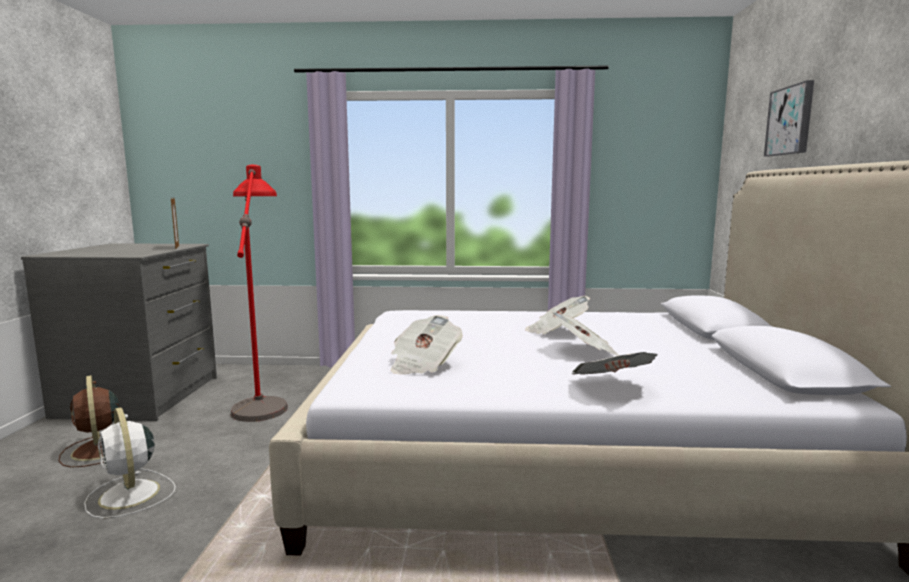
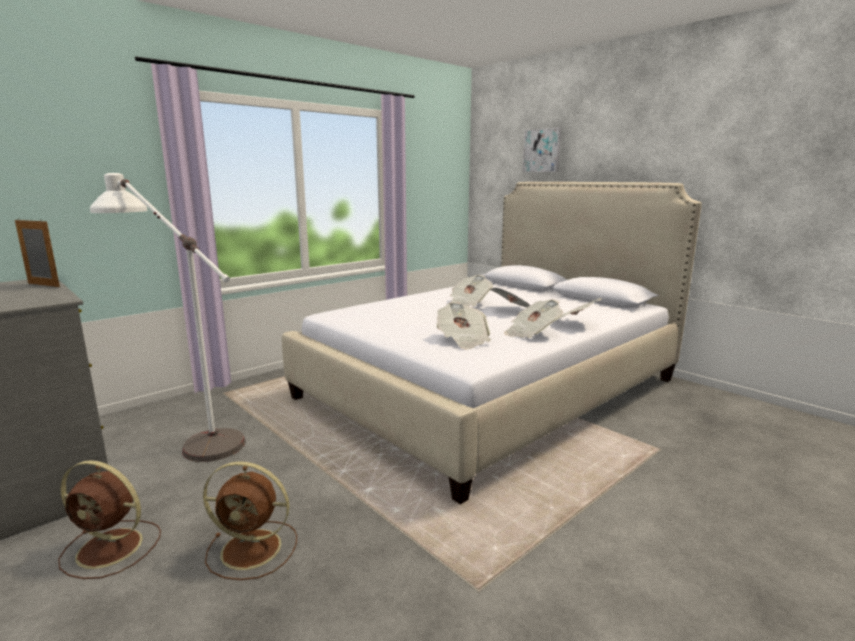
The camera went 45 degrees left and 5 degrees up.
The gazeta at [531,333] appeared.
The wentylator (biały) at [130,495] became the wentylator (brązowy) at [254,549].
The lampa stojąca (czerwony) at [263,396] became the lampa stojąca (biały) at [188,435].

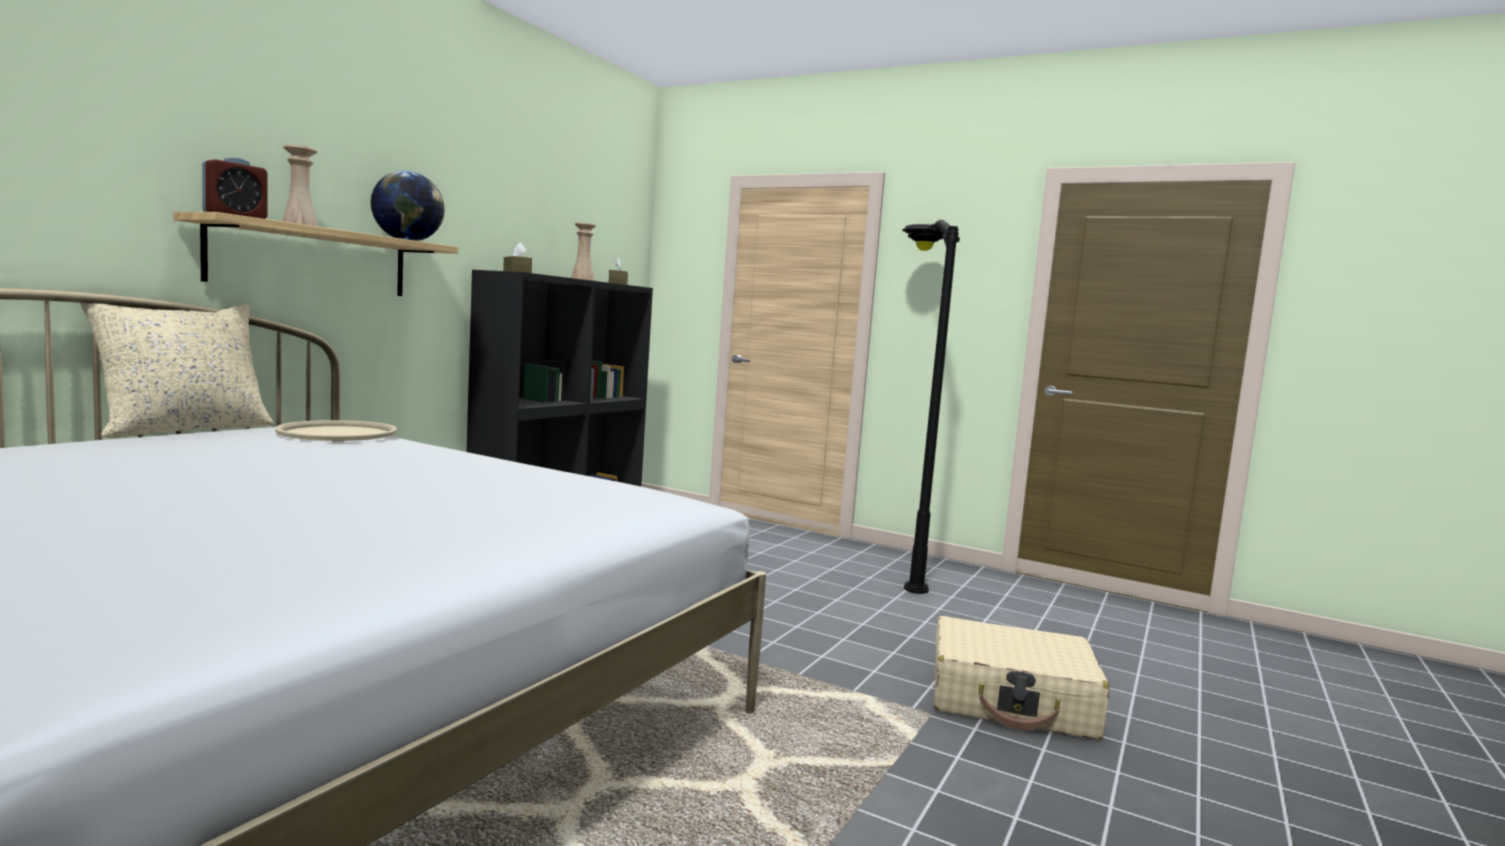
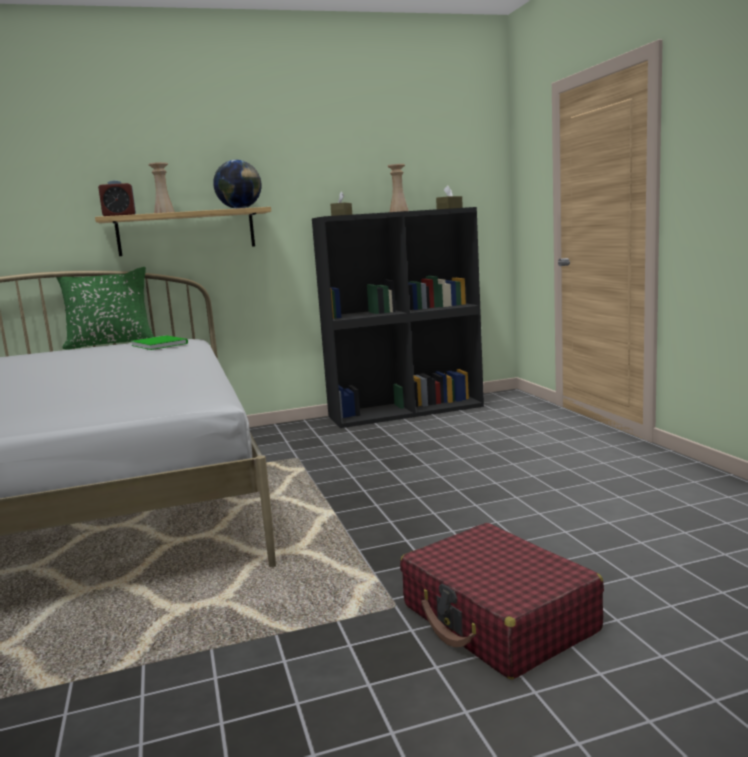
The camera went 45 degrees right and 5 degrees up.
The lampa stojąca (czarny) at [899,566] disappeared.
The taca (beżowy) at [337,433] was replaced by the książka (zielony) at [160,344].
The poduszka (beżowy) at [184,430] became the poduszka (zielony) at [111,343].
The walizka (beżowy) at [1011,700] became the walizka (czerwony) at [498,619].

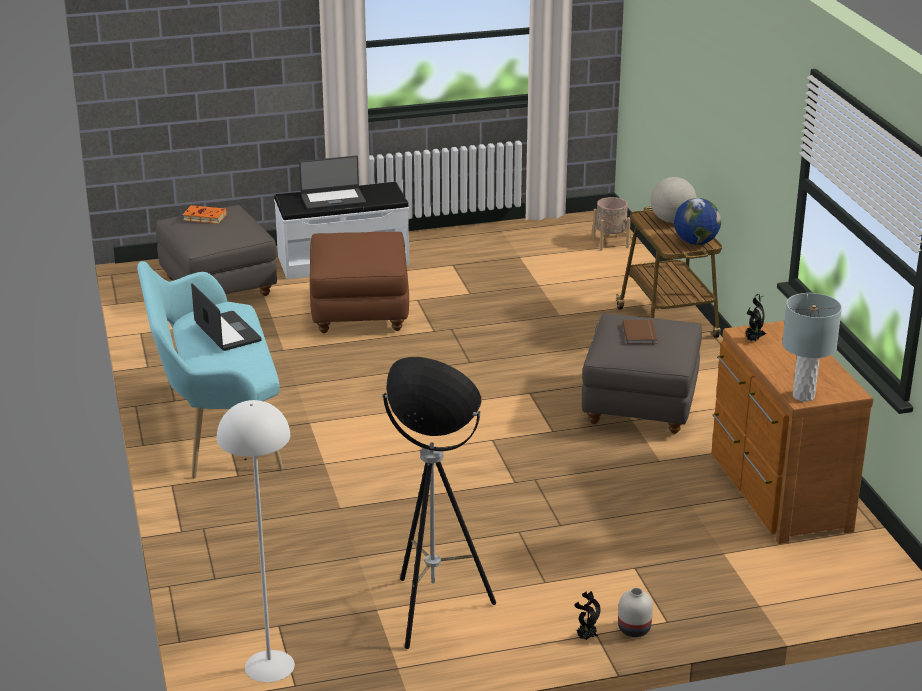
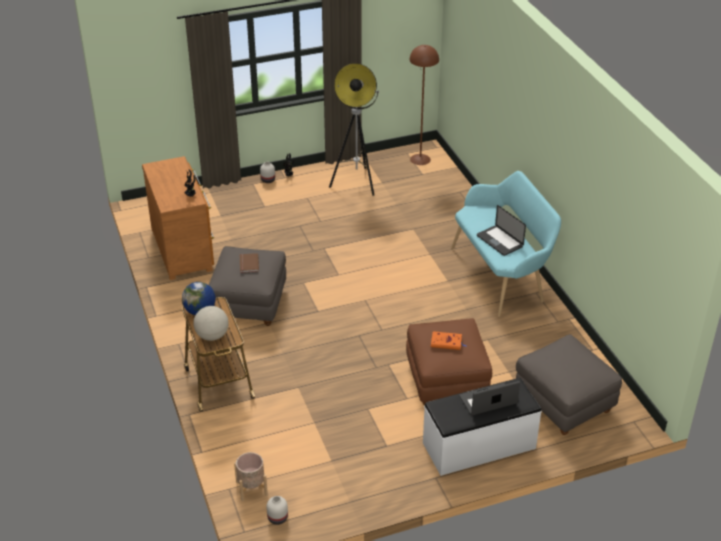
The camera went 175 degrees right and 10 degrees up.
The lampa stołowa (szary) at [804,396] disappeared.
The wazon (biały) at [277,518] appeared.
The książka (pomarańczowy) moved from [203,217] to [447,342].
The lampa stojąca (biały) at [269,666] became the lampa stojąca (brązowy) at [420,159].

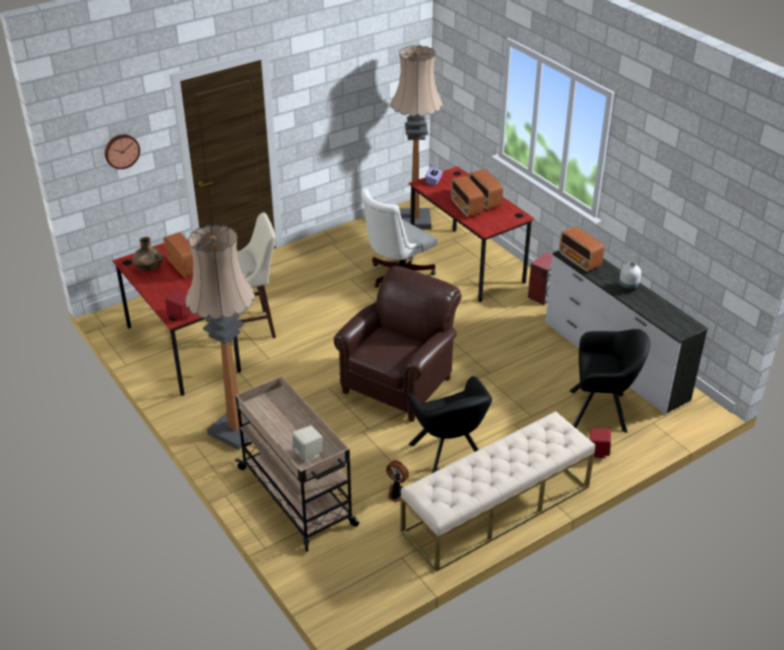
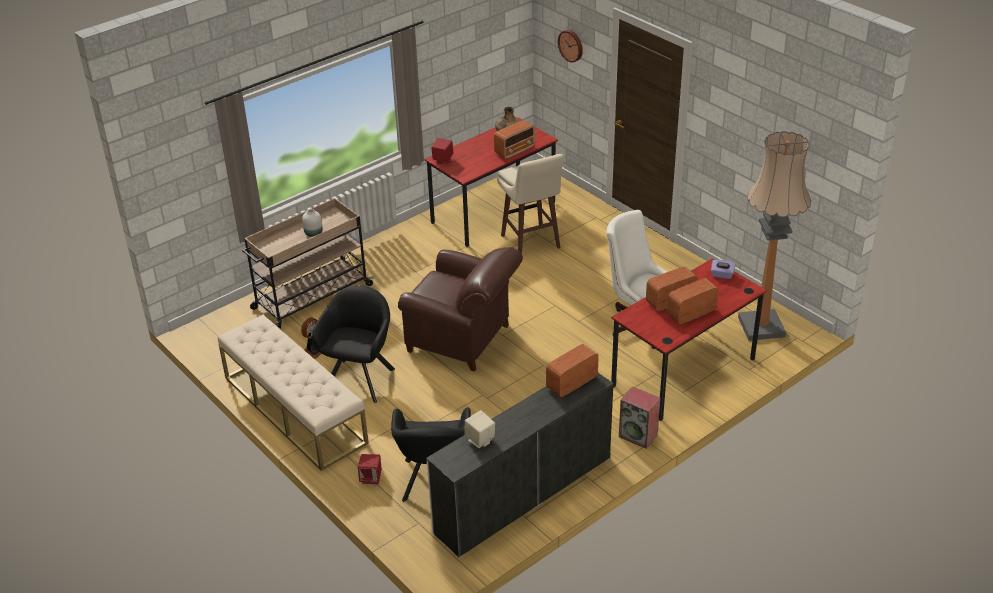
The camera went 85 degrees right and 0 degrees up.
The lampa stojąca at [236,430] disappeared.
The głośnik (beżowy) moved from [308,454] to [480,440].
The wazon (biały) moved from [627,287] to [314,233].
The fotel (czarny) at [449,457] turned 135 degrees clockwise.

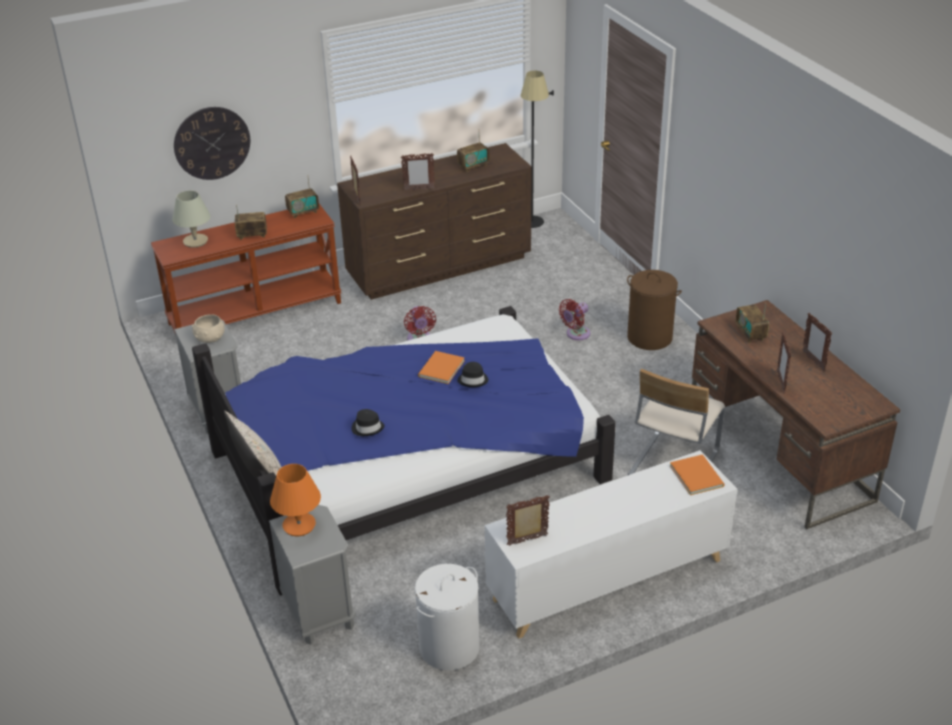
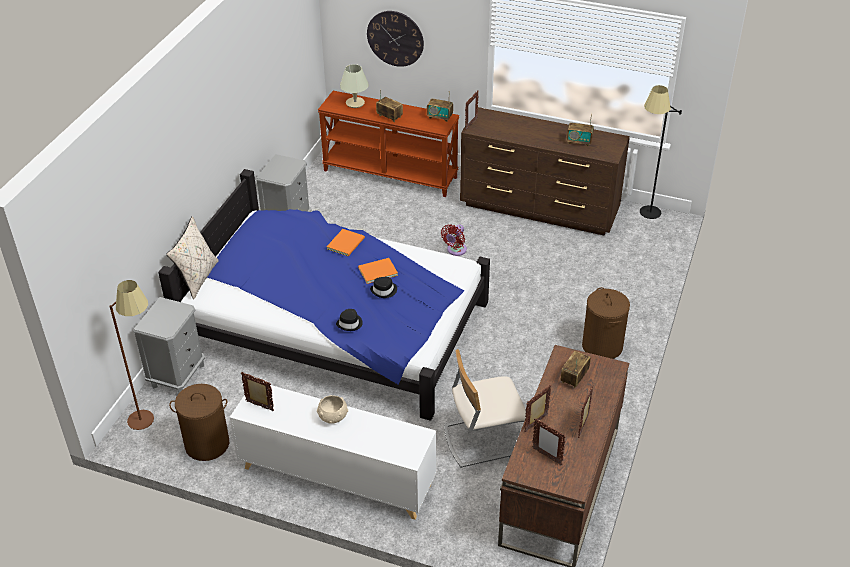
The camera went 45 degrees right and 5 degrees up.
The lampa stołowa (pomarańczowy) at [298,525] disappeared.
The wentylator (czerwony) at [576,334] disappeared.
The lampa stojąca (brązowy) at [152,421] appeared.
The miska (beżowy) moved from [210,338] to [332,416].
The kapelusz (czarny) moved from [367,427] to [350,323].
The ramka na zdjęcie moved from [419,189] to [547,456].
The książka (pomarańczowy) moved from [697,475] to [347,243].
The kosz na pranie (biały) at [449,648] became the kosz na pranie (brązowy) at [206,444].

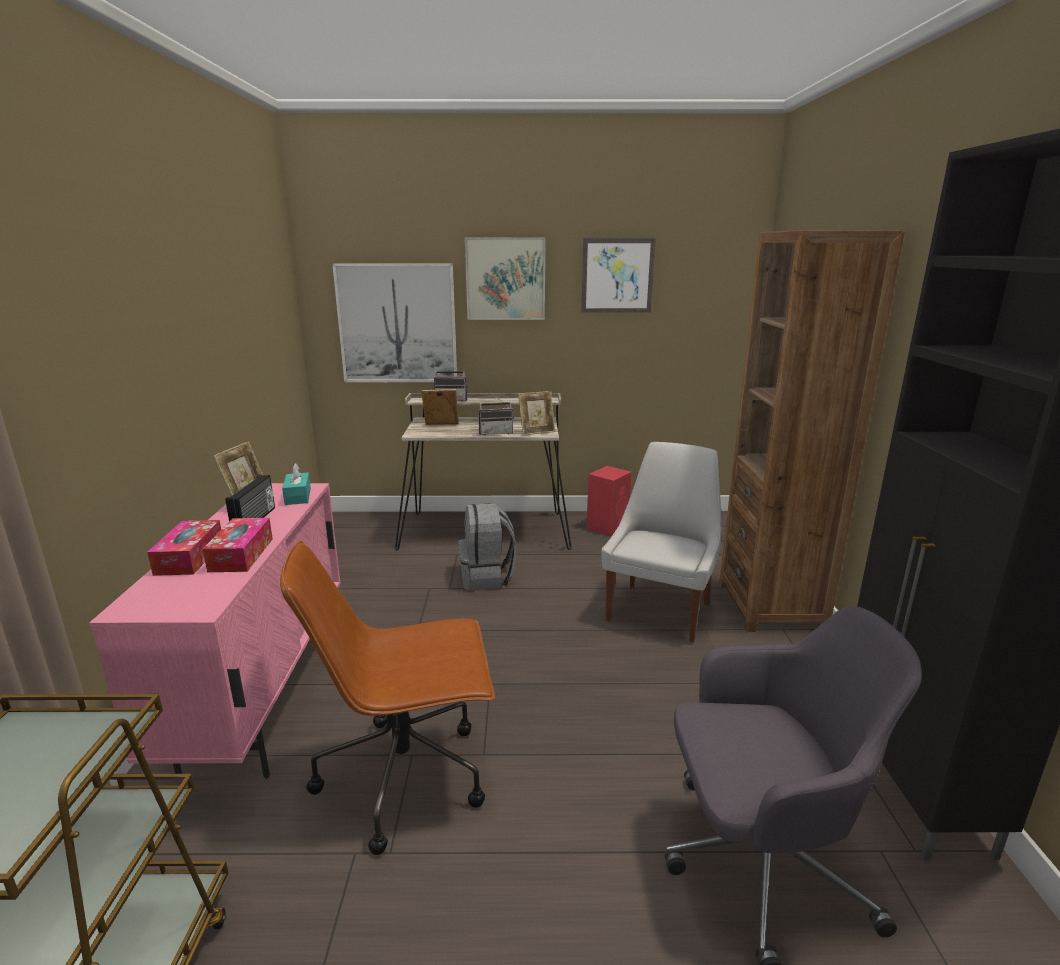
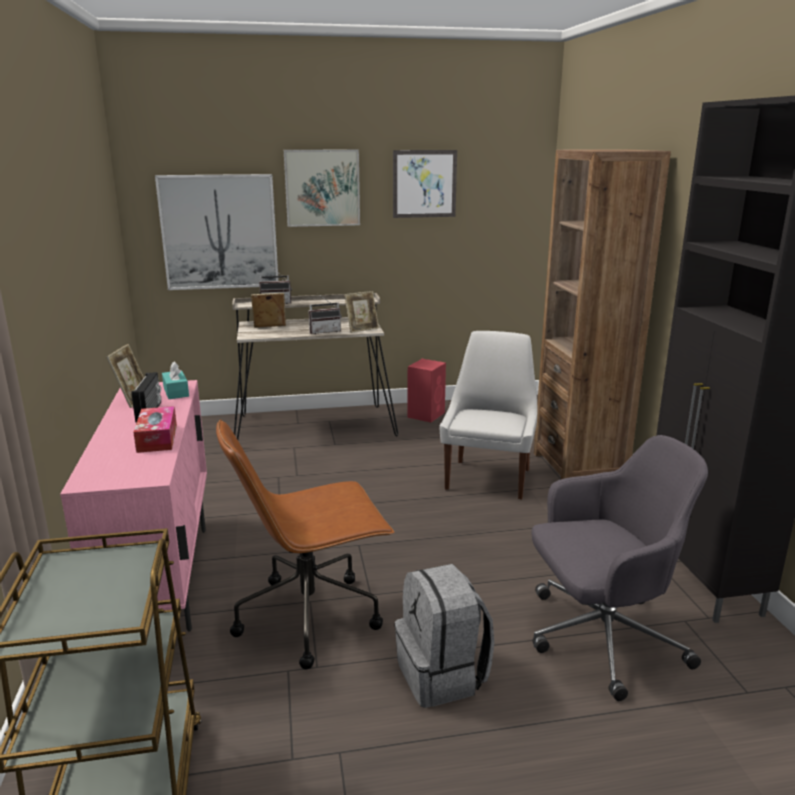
The camera went 10 degrees left and 0 degrees up.
The pudełko chusteczek at [190,557] disappeared.
The plecak (szary) moved from [487,577] to [442,675].

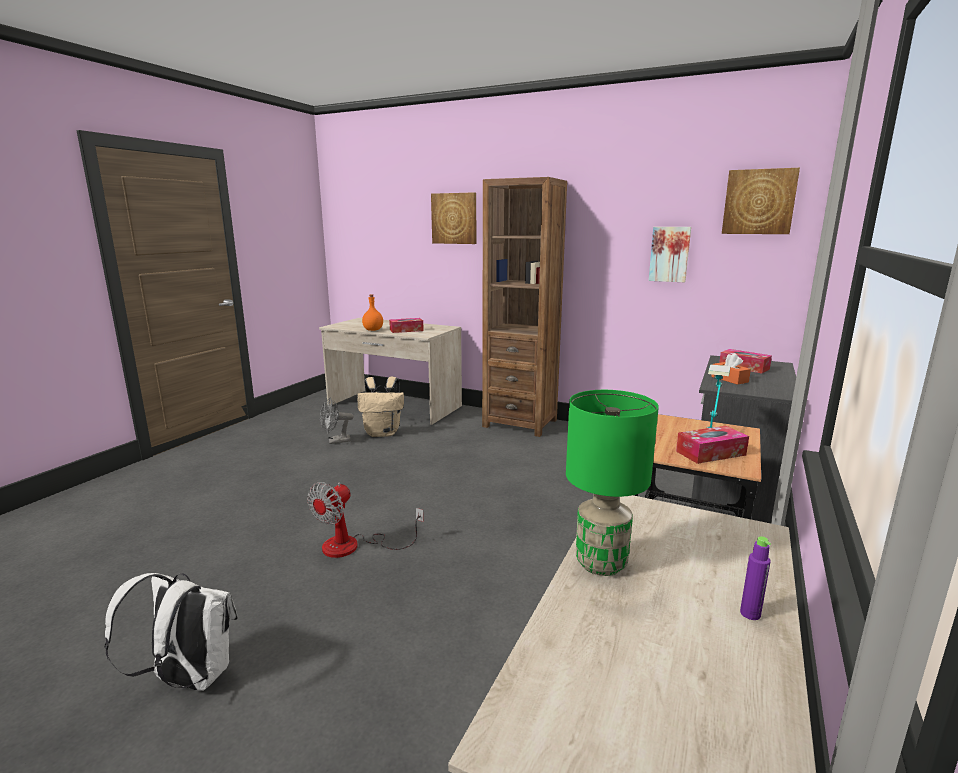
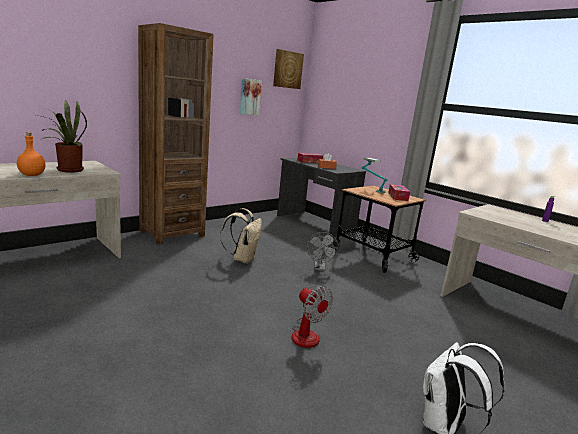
The camera went 70 degrees left and 0 degrees up.
The obraz at [454,218] disappeared.
The lampa stołowa (zielony) at [600,564] disappeared.
The wentylator (szary) moved from [335,441] to [319,268].
The plecak (beżowy) moved from [383,433] to [242,259].
The pudełko chusteczek at [406,330] was replaced by the roślina doniczkowa at [67,170].

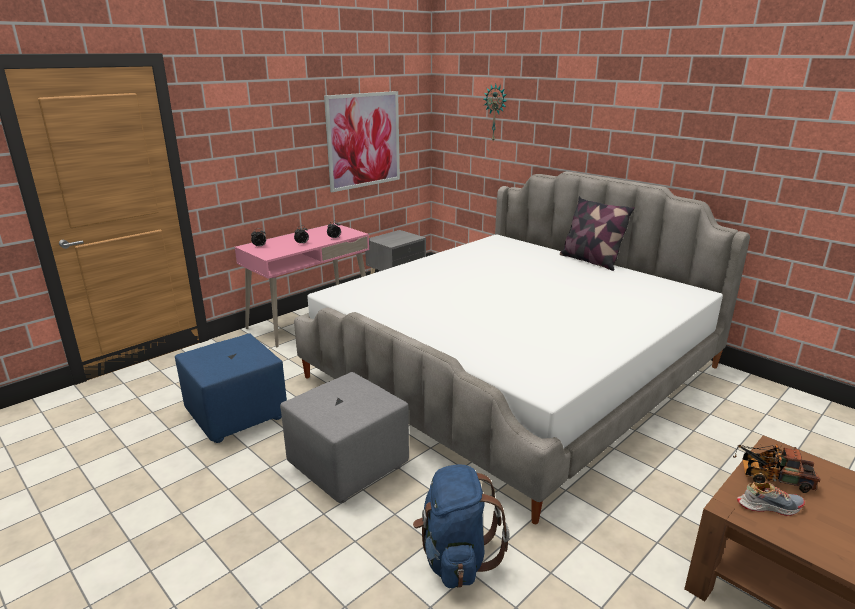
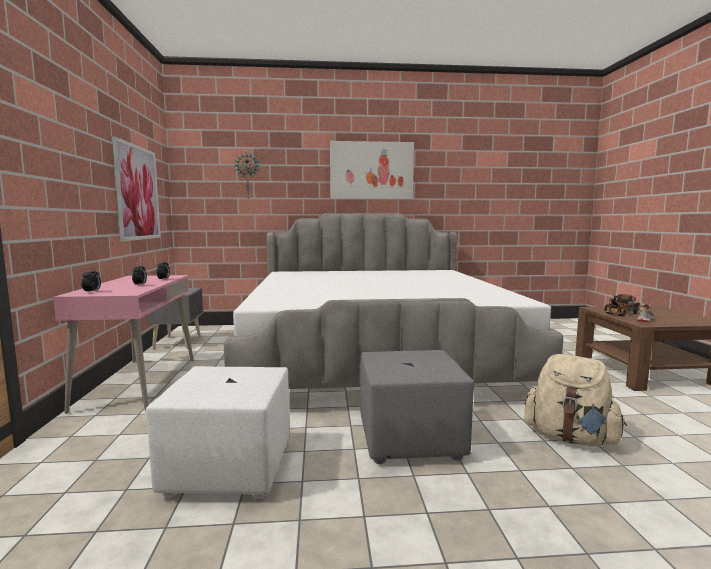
The camera went 50 degrees left and 15 degrees down.
The poduszka at [590,261] disappeared.
The obraz at [371,170] appeared.
The pufa (niebieski) at [235,415] became the pufa (biały) at [227,470].
The plecak (niebieski) at [455,558] became the plecak (beżowy) at [570,438].

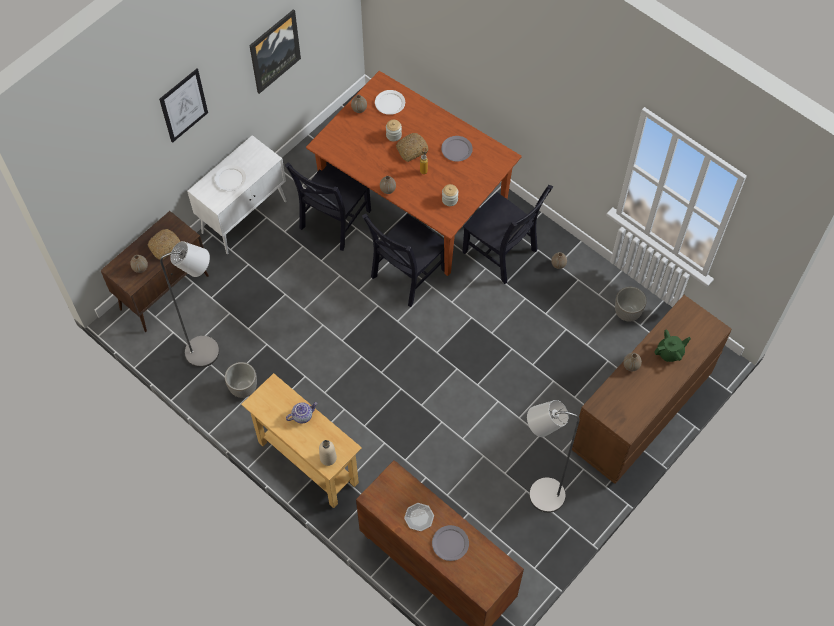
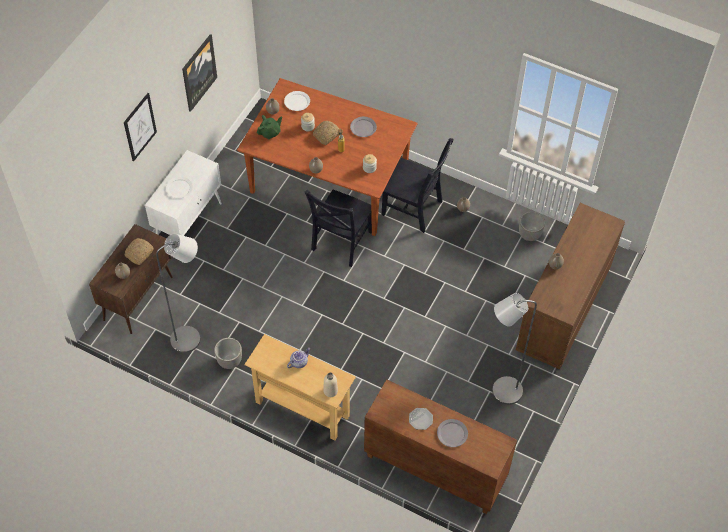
The camera went 15 degrees left and 5 degrees down.
The krzesło (czarny) at [333,221] disappeared.
The imbryk (zielony) moved from [670,352] to [270,133].

